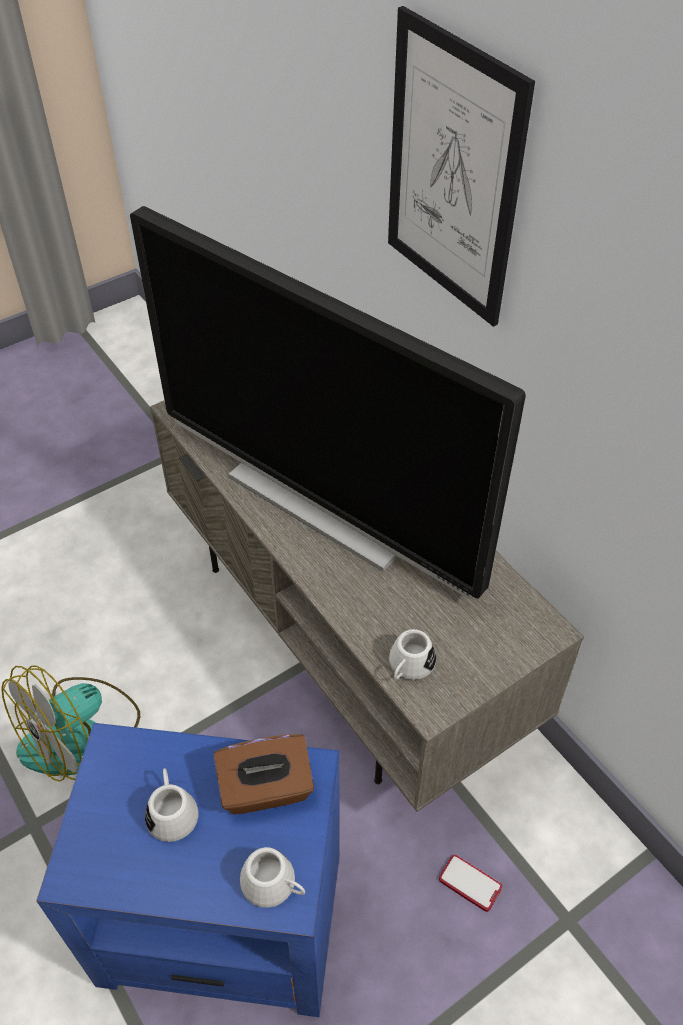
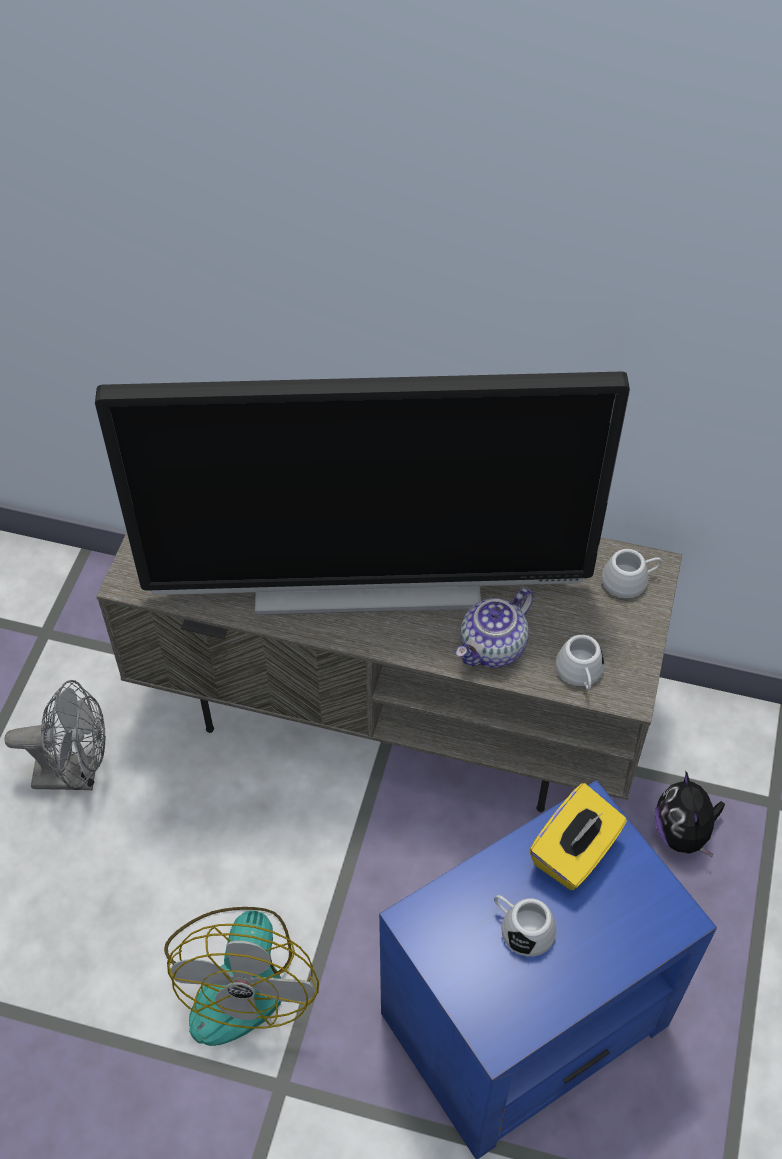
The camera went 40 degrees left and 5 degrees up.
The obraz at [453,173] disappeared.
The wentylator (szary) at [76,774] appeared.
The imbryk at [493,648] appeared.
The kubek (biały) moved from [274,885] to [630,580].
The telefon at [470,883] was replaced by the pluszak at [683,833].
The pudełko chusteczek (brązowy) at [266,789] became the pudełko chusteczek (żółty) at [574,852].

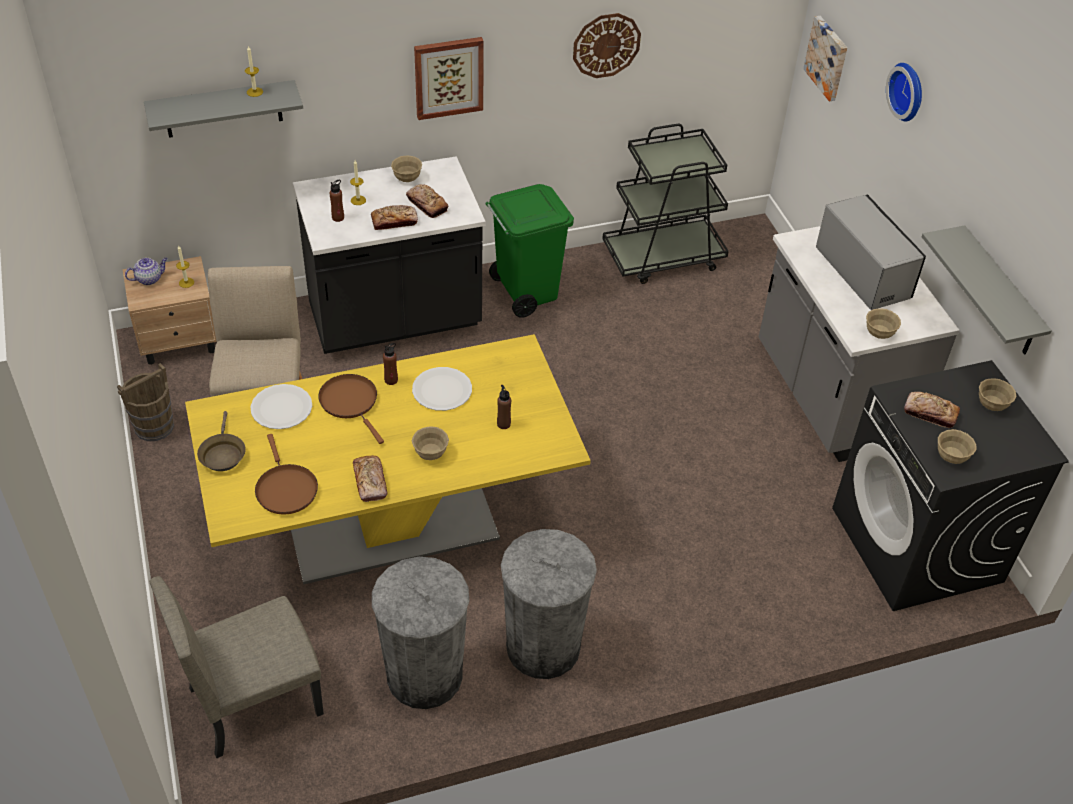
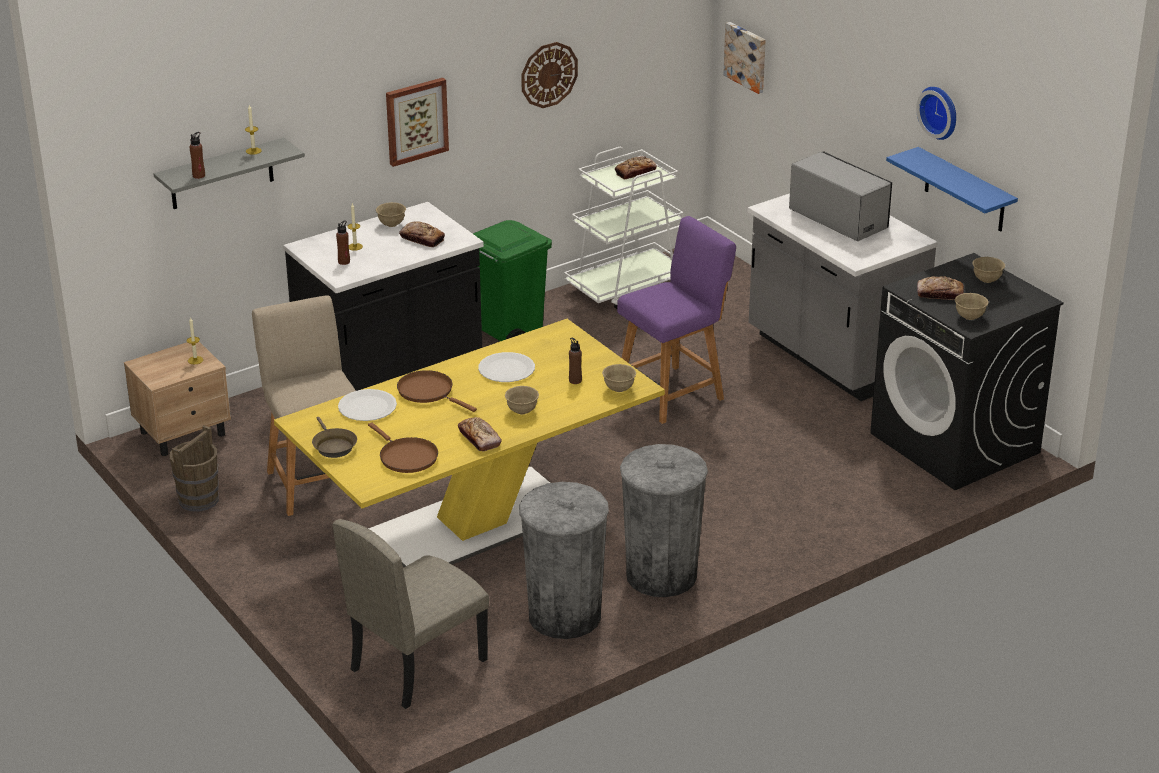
The camera went 15 degrees left and 15 degrees down.
The imbryk at [149,279] disappeared.
The krzesło (fioletowy) at [673,392] appeared.
The chleb moved from [394,221] to [635,172].
The butelka (brązowy) moved from [391,380] to [199,175].
The miska (beżowy) moved from [879,334] to [619,389].
The zegar ścienny moved from [908,91] to [940,112].
The wózek (czarny) at [663,257] became the wózek (biały) at [627,286].
The półka (szary) at [999,294] became the półka (niebieski) at [965,191].

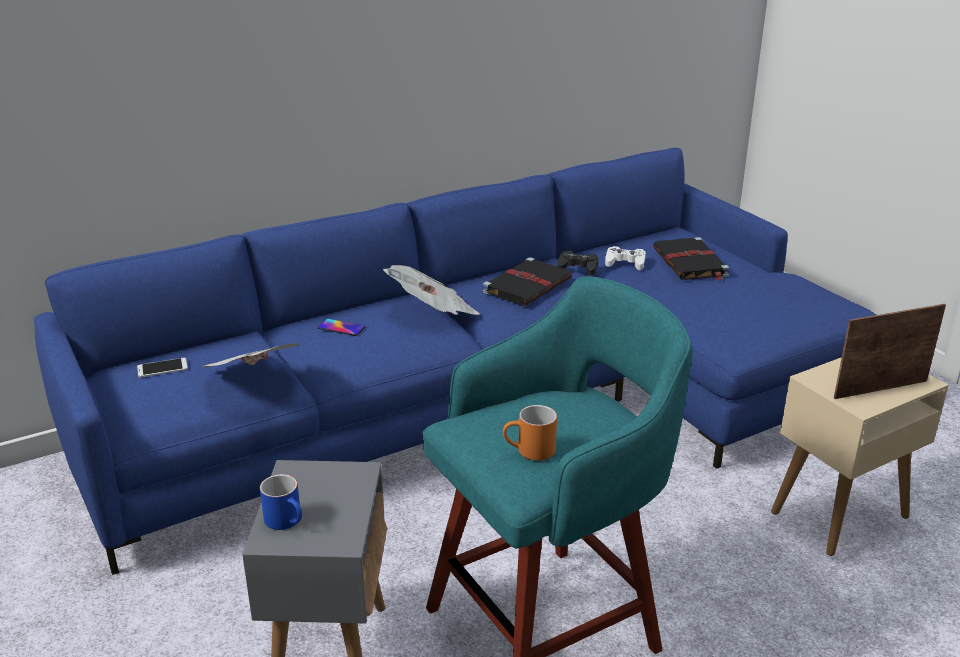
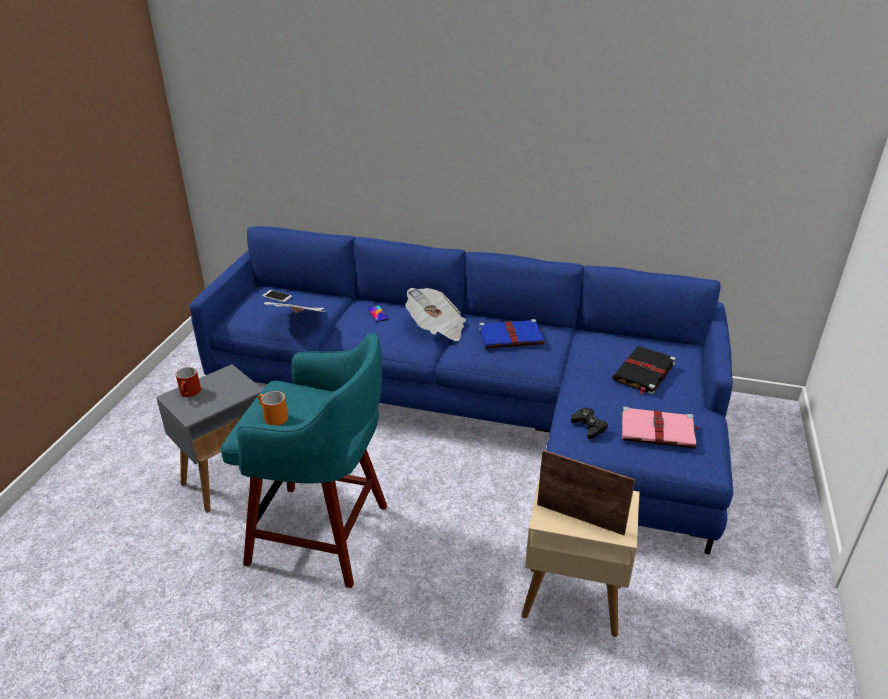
The camera went 45 degrees right and 5 degrees up.
The pad do gier (biały) at [625,263] disappeared.
The książka (różowy) at [658,431] appeared.
The pad do gier (czarny) moved from [578,268] to [589,427].
The kubek (niebieski) at [288,521] became the kubek (czerwony) at [190,393].
The książka (czarny) at [528,285] became the książka (niebieski) at [512,337].

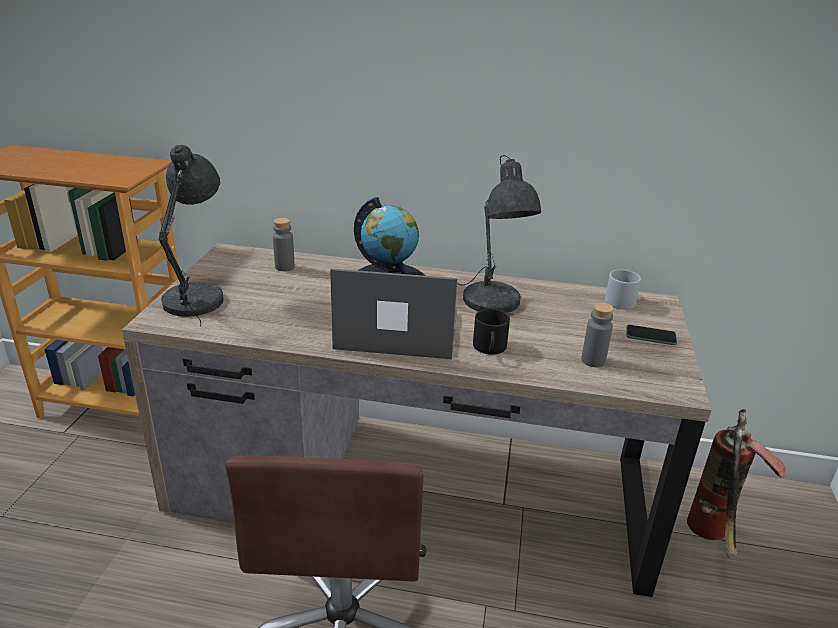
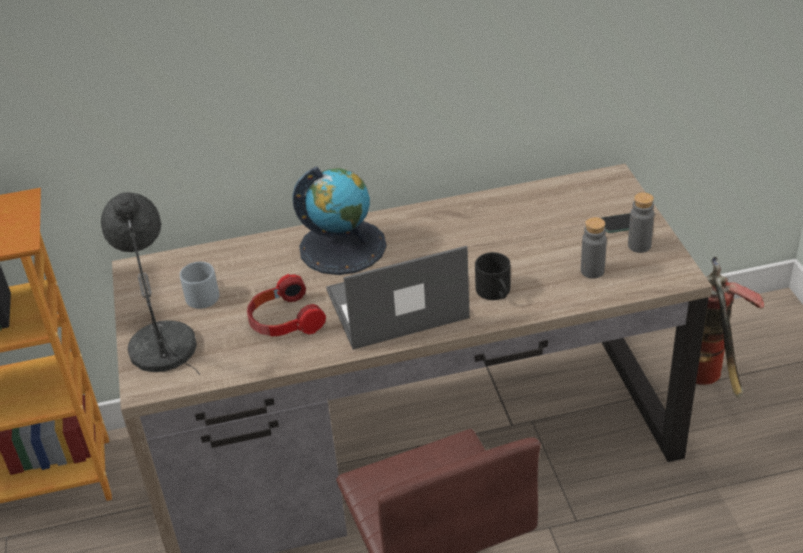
The camera went 20 degrees left and 10 degrees up.
The lampa stołowa (szary) at [493,304] disappeared.
The słuchawki at [284,321] appeared.
The butelka (szary) moved from [284,267] to [639,245].
The kubek (szary) moved from [618,299] to [200,294].

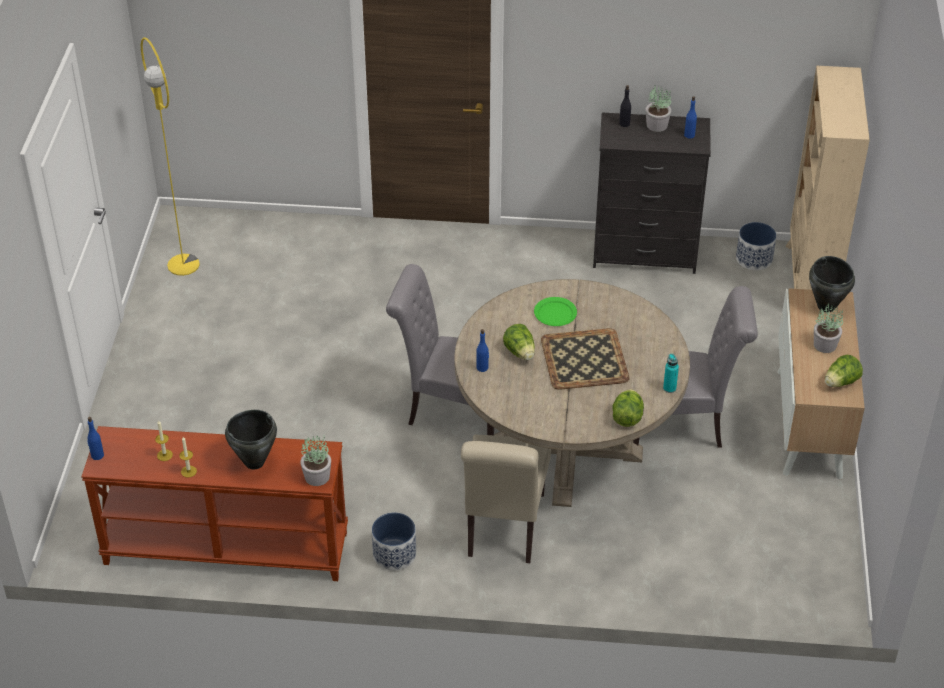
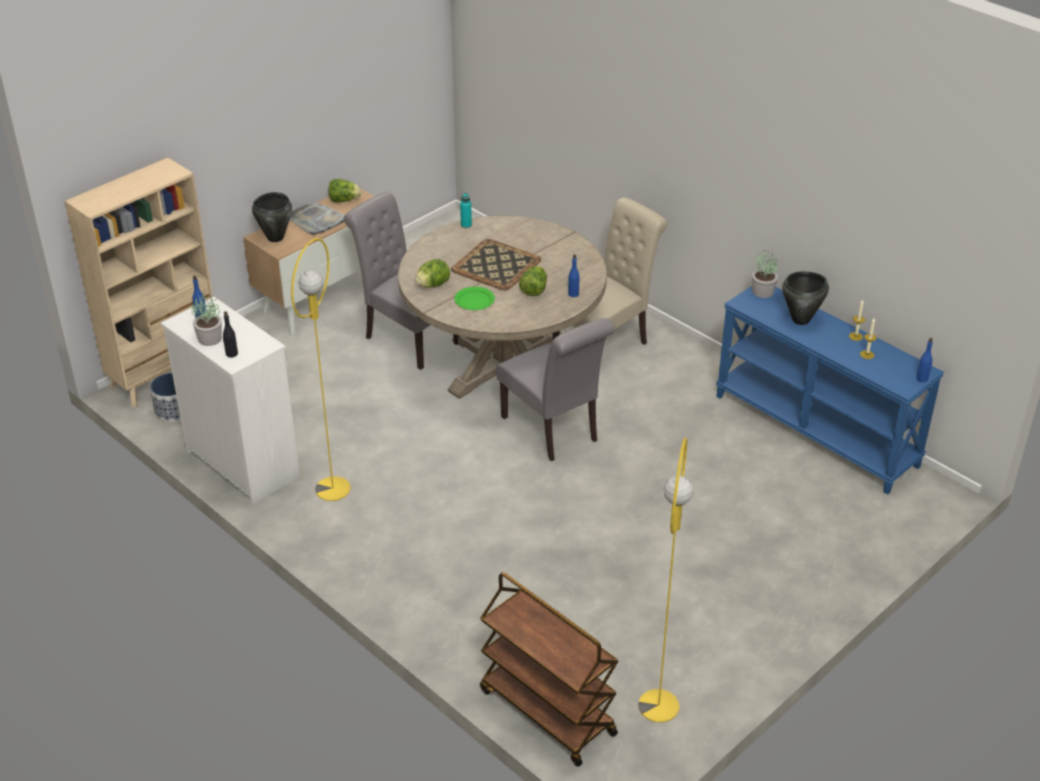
The camera went 140 degrees left and 5 degrees down.
The donica at [394,554] disappeared.
The lampa stojąca (żółty) at [333,488] appeared.
The wózek (brązowy) at [546,712] appeared.
The sałata moved from [627,418] to [433,285].
The roślina doniczkowa at [825,345] was replaced by the taca (szary) at [316,220].
The stolik konsolowy (brązowy) at [225,549] became the stolik konsolowy (niebieski) at [816,430].
The komoda (czarny) at [645,253] became the komoda (biały) at [242,463].

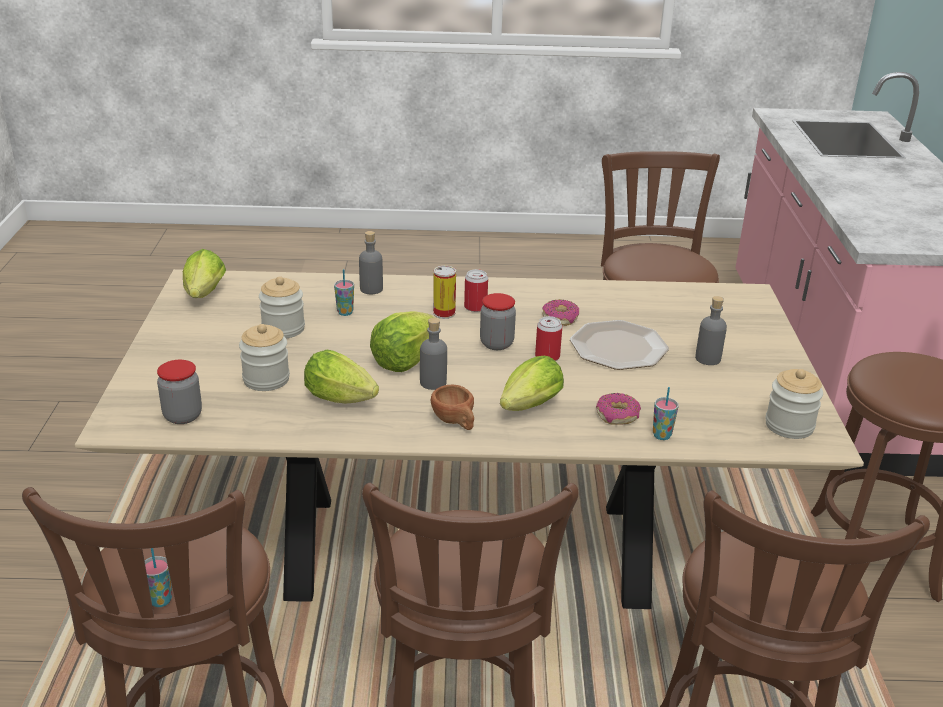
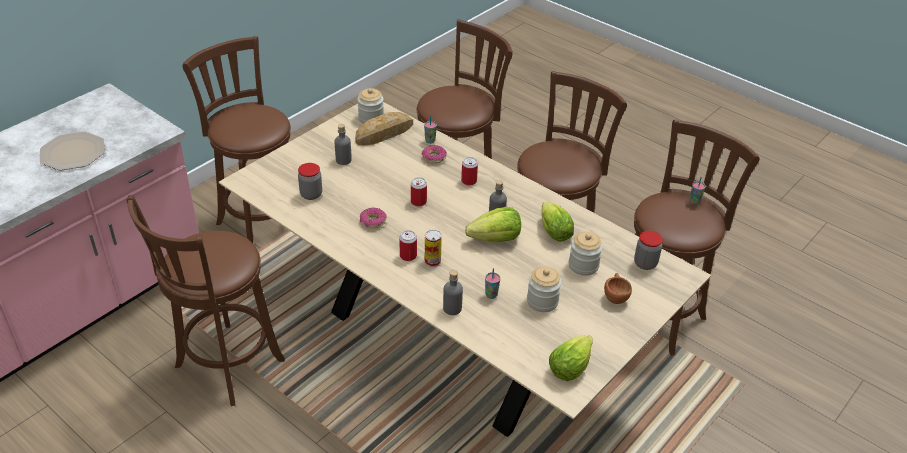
The camera went 140 degrees left and 10 degrees up.
The chleb at [384,133] appeared.
The filiżanka (brązowy) moved from [455,422] to [615,296].
The słoik moved from [496,344] to [311,194].
The talerz moved from [619,347] to [72,152].
The sałata at [527,408] was replaced by the puszka at [469,181].

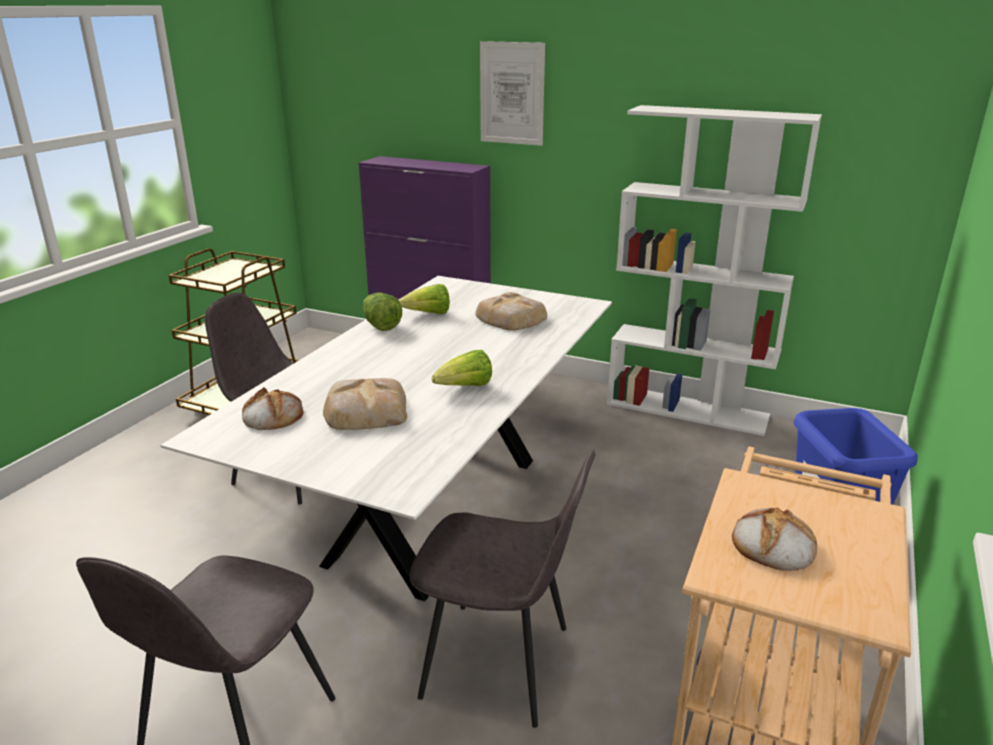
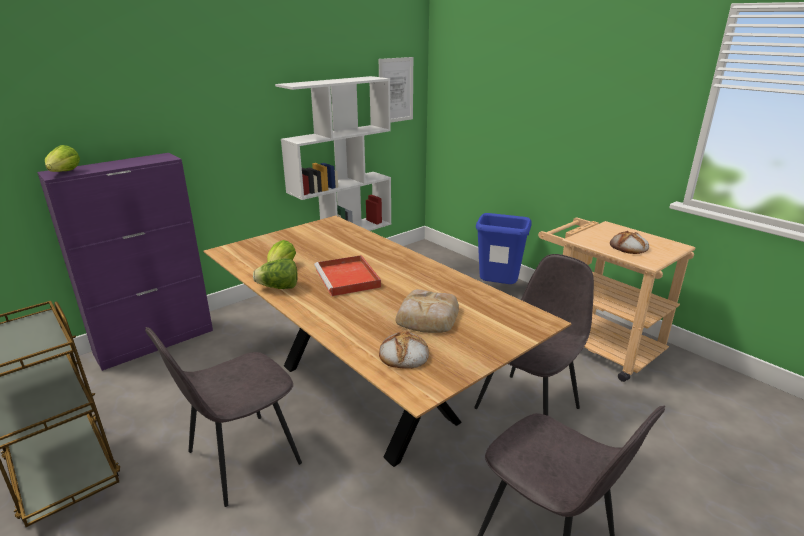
The camera went 65 degrees left and 0 degrees up.
The chleb at [511,319] disappeared.
The taca (czerwony) at [348,279] appeared.
The sałata moved from [465,387] to [64,173].
The obraz moved from [512,93] to [396,90].
The stół jadalny (biały) at [436,509] became the stół jadalny (brązowy) at [366,393].

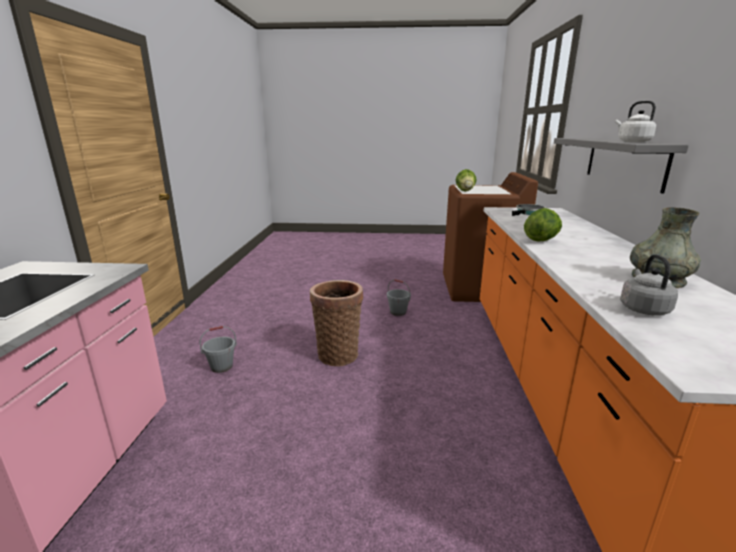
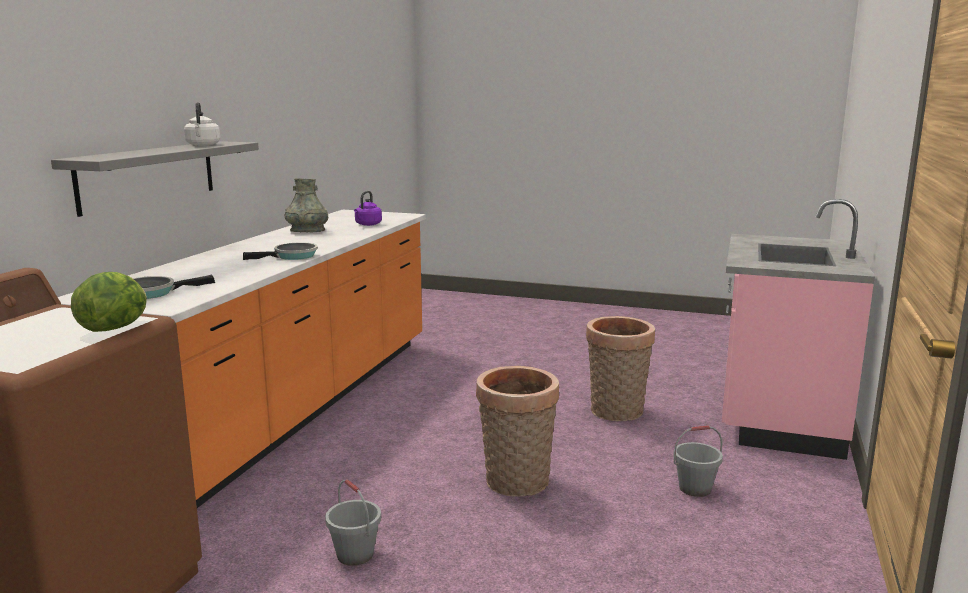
The camera went 165 degrees left and 5 degrees down.
The koszyk at [616,413] appeared.
The sałata at [541,240] was replaced by the patelnia at [292,256].
The czajnik (szary) at [643,308] became the czajnik (fioletowy) at [367,224].

